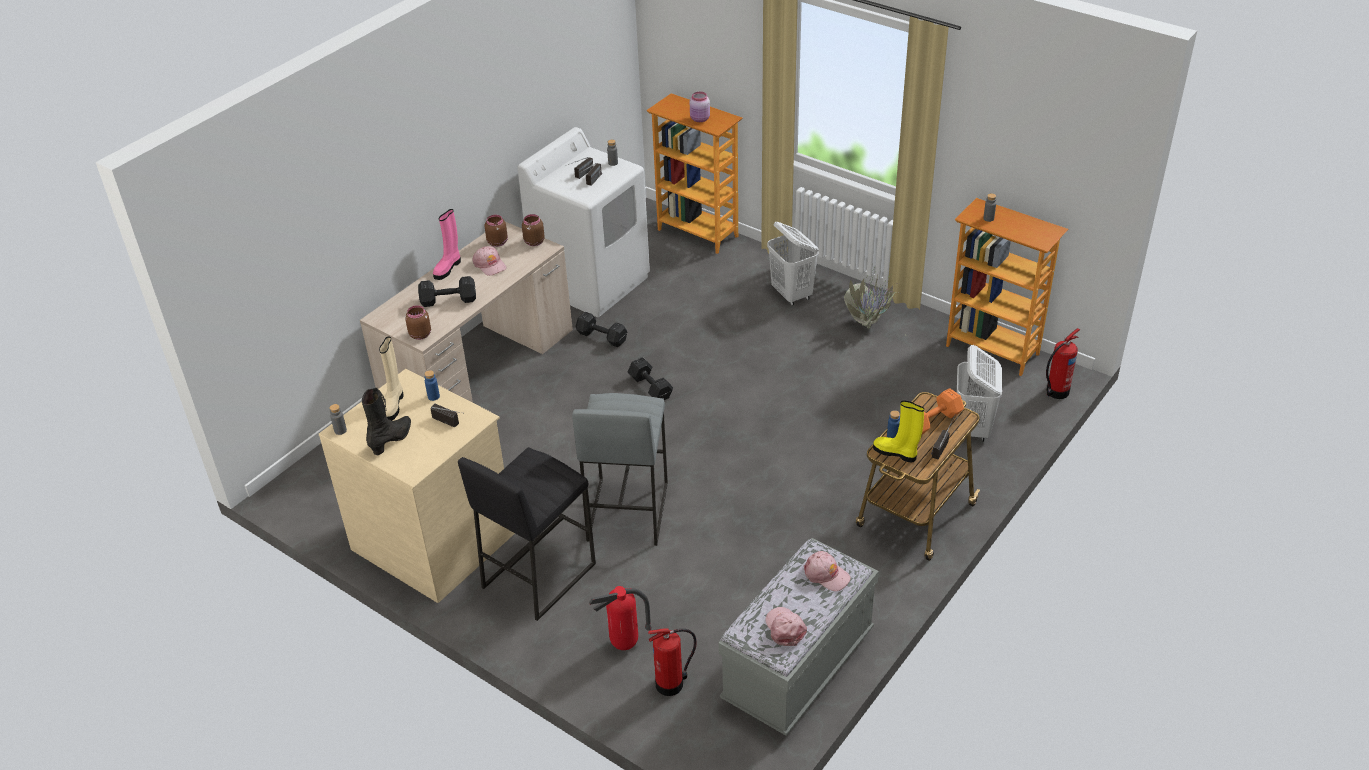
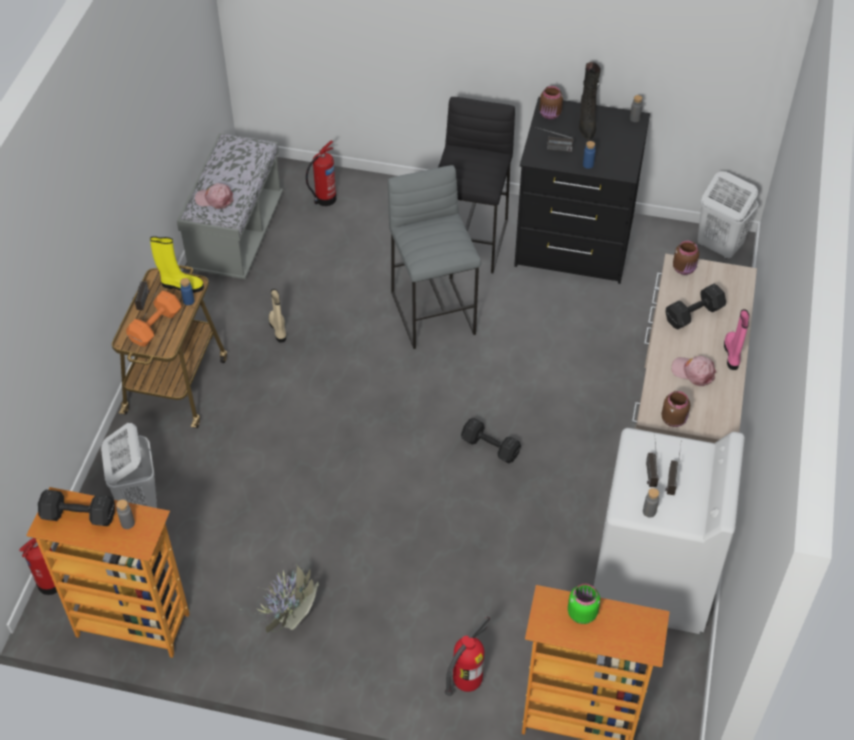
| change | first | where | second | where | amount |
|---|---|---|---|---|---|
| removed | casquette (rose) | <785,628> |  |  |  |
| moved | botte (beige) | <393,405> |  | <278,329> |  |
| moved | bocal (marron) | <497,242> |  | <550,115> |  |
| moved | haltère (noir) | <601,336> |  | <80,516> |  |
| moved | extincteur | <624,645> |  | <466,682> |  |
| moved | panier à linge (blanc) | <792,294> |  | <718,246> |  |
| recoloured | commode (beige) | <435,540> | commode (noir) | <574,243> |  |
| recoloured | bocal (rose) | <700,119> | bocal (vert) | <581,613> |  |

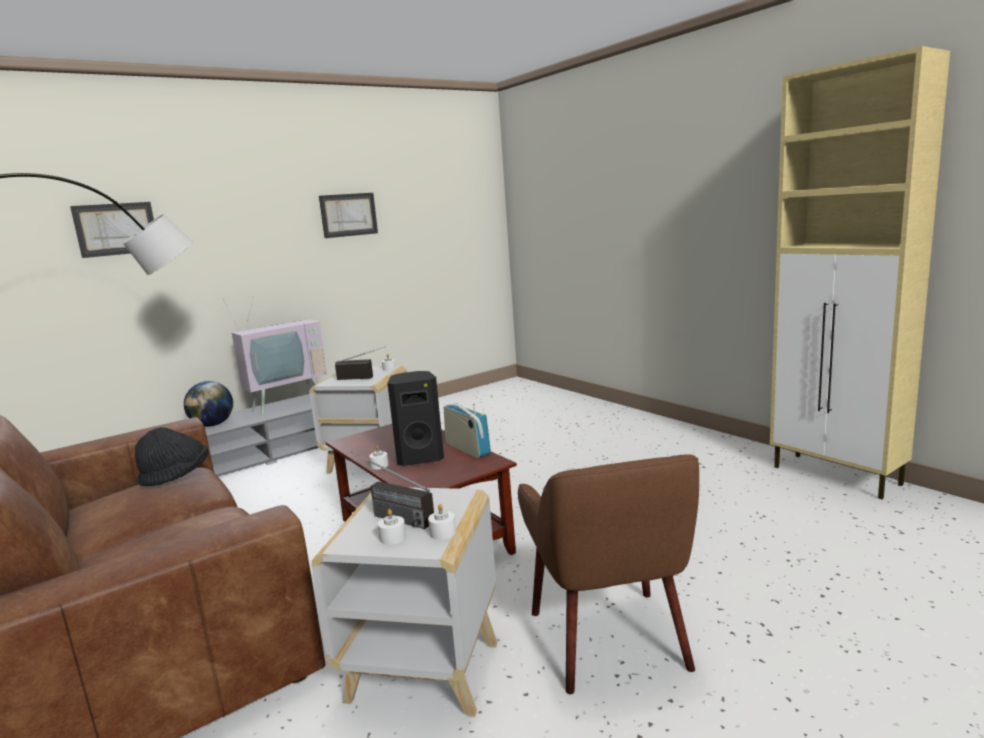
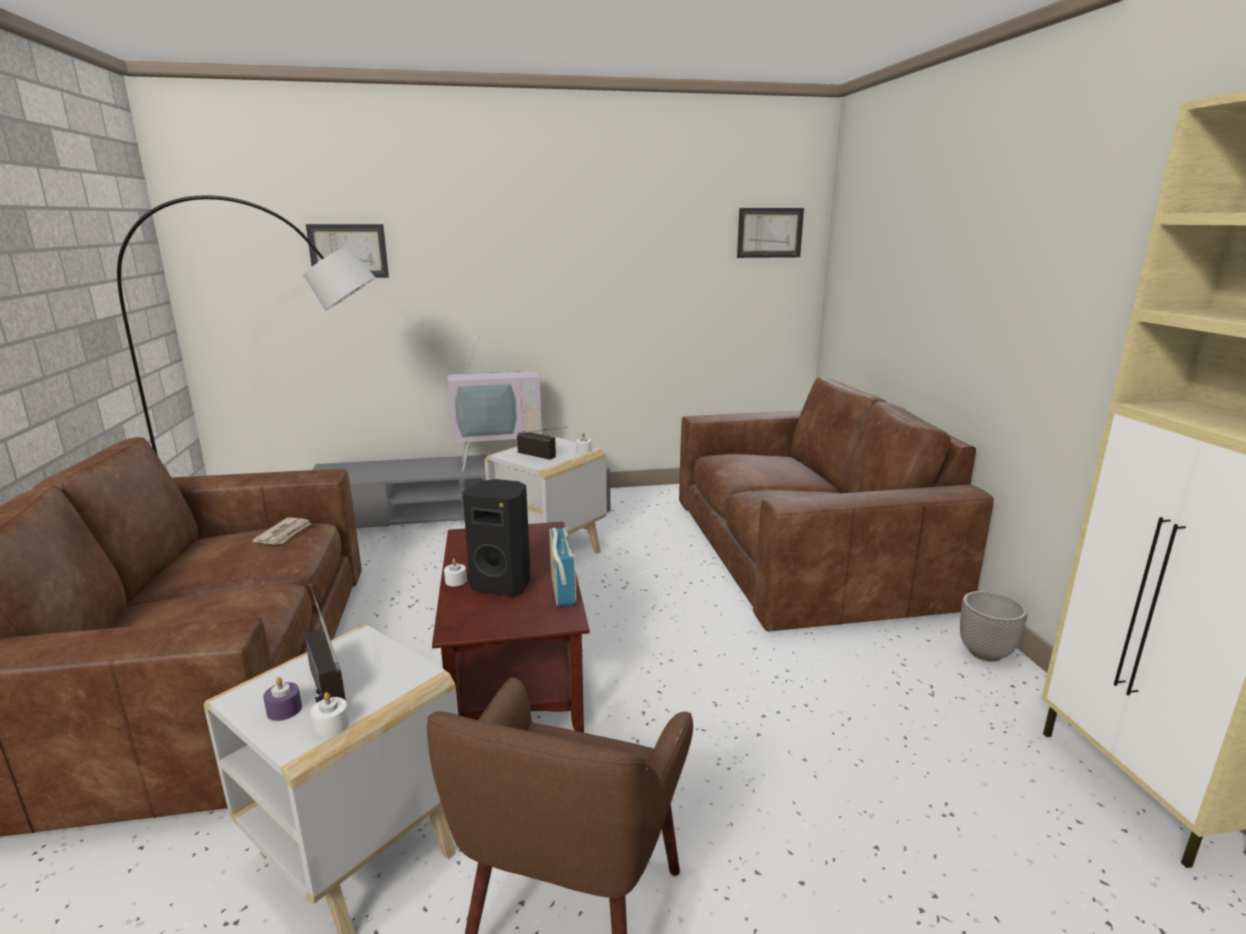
| change | first | where | second | where | amount |
|---|---|---|---|---|---|
| removed | globe | <213,425> |  |  |  |
| added |  |  | canapé (marron) | <803,553> |  |
| added |  |  | cache-pot | <985,653> |  |
| moved | tableau | <348,215> |  | <769,233> |  |
| replaced | chapeau (noir) | <177,477> | journal | <284,534> |  |
| recoloured | bougie (blanc) | <392,537> | bougie (violet) | <284,710> |  |

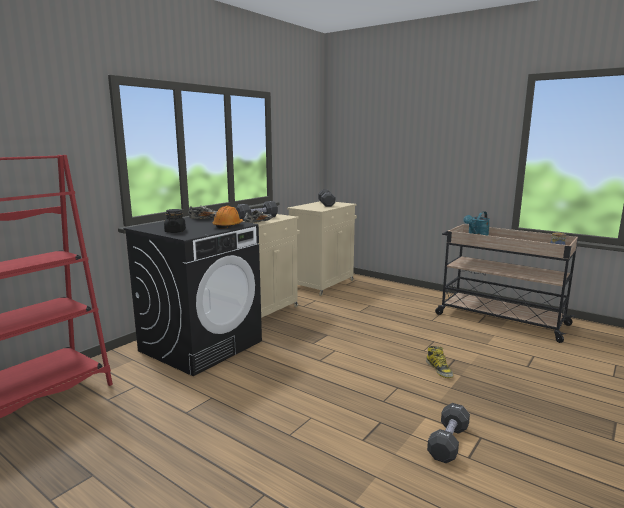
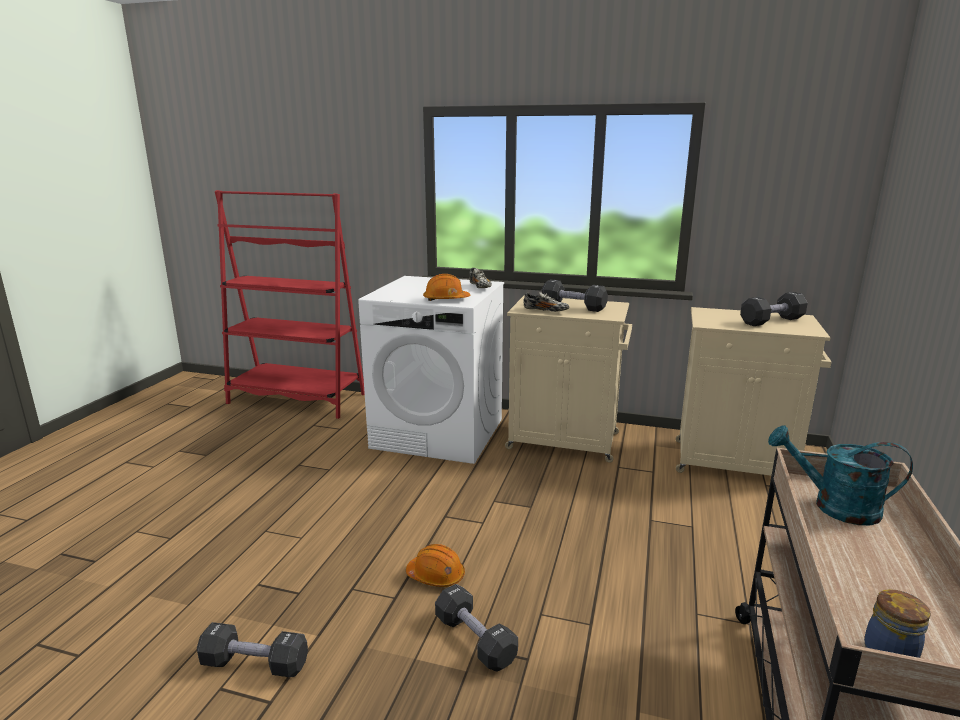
| change | first | where | second | where | amount |
|---|---|---|---|---|---|
| removed | bocal (noir) | <175,231> |  |  |  |
| added |  |  | casque de chantier (orange) | <436,576> |  |
| replaced | botte | <439,369> | haltère (noir) | <475,640> |  |
| recoloured | lave-linge (noir) | <201,345> | lave-linge (blanc) | <439,433> |  |

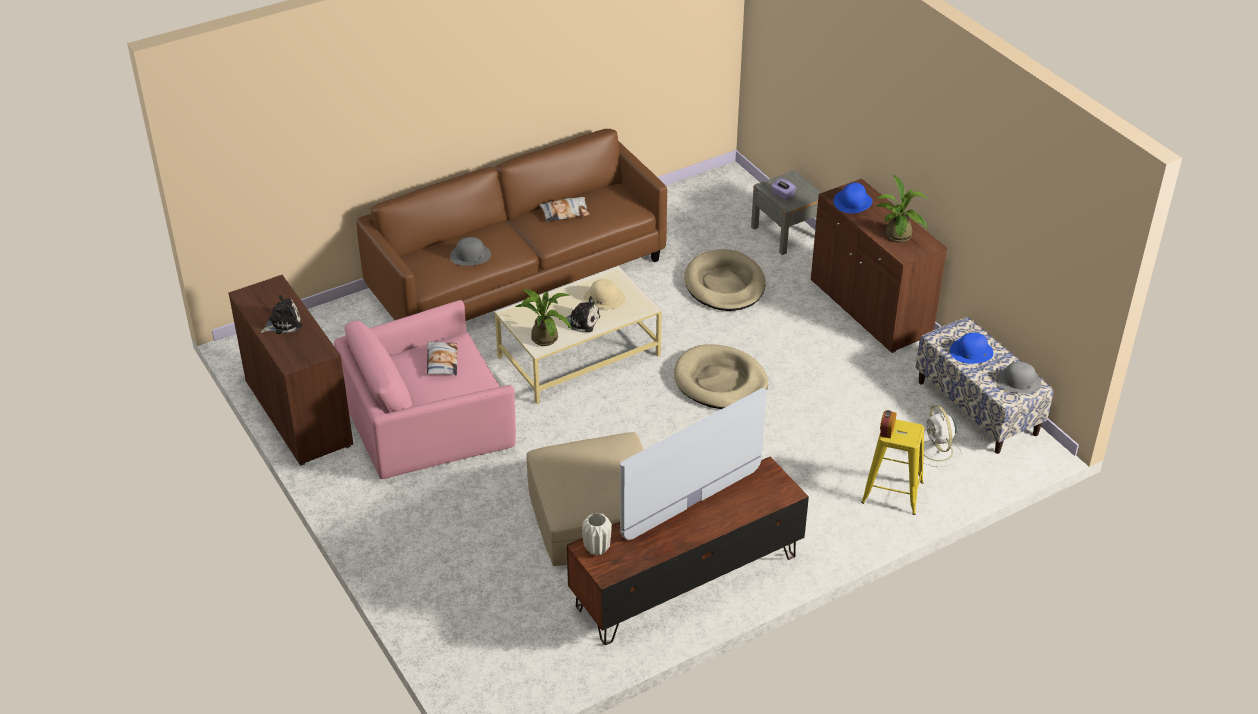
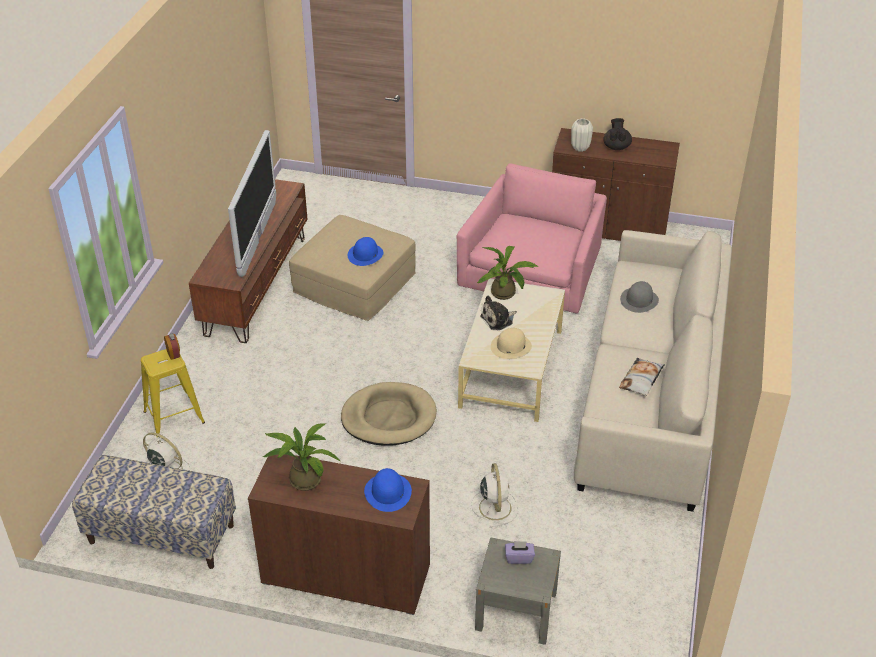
| change | first | where | second | where | amount |
|---|---|---|---|---|---|
| removed | coussin | <441,362> |  |  |  |
| removed | chapeau (gris) | <1018,381> |  |  |  |
| moved | vase (blanc) | <597,548> |  | <580,148> |  |
| moved | chapeau (bleu) | <971,352> |  | <365,254> |  |
| replaced | peluche | <283,323> | théière (noir) | <616,147> |  |
| replaced | panier pour chien (beige) | <724,284> | ventilateur (blanc) | <494,506> |  |
| recoloured | canapé (marron) | <517,275> | canapé (blanc) | <651,397> |  |

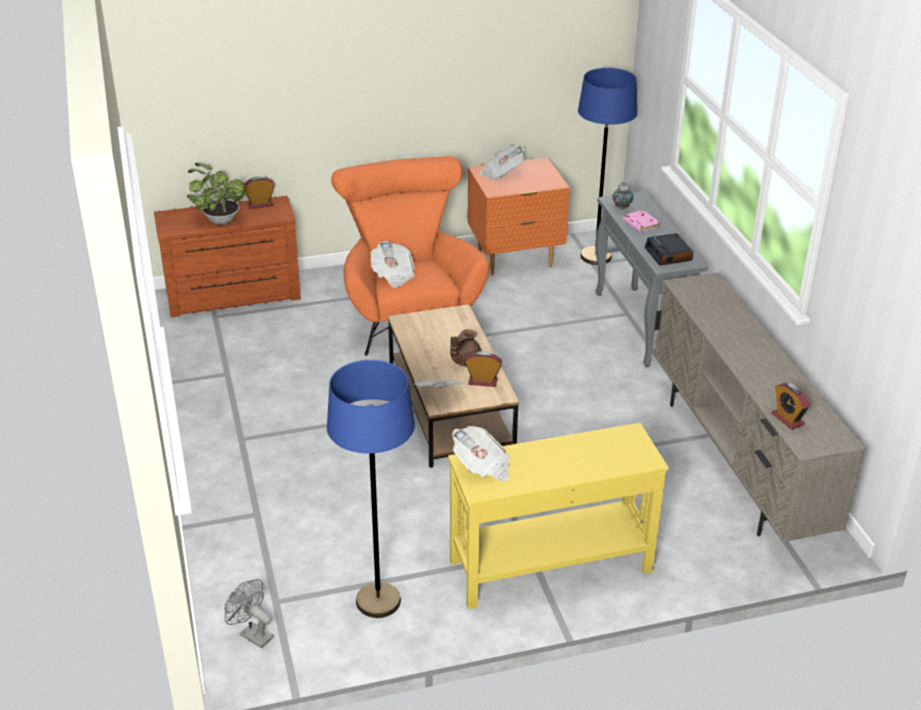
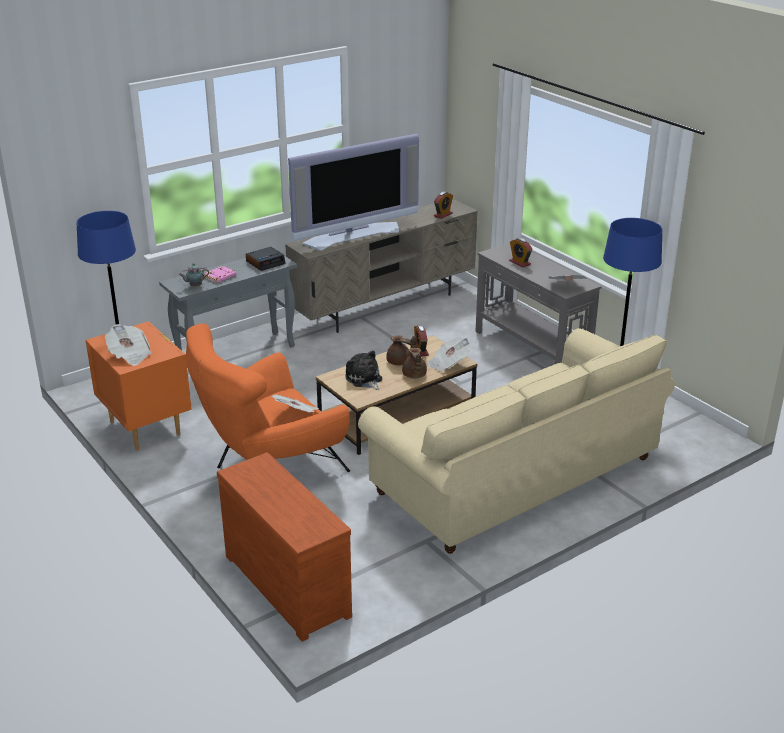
| change | first | where | second | where | amount |
|---|---|---|---|---|---|
| removed | plante en pot | <219,219> |  |  |  |
| removed | ventilateur (gris) | <252,634> |  |  |  |
| added |  |  | téléviseur | <353,235> |  |
| added |  |  | peluche | <364,379> |  |
| added |  |  | canapé (beige) | <514,477> |  |
| added |  |  | théière (marron) | <414,375> |  |
| moved | réveil | <260,204> |  | <519,263> |  |
| recoloured | table console (jaune) | <549,566> | table console (gris) | <531,349> |  |

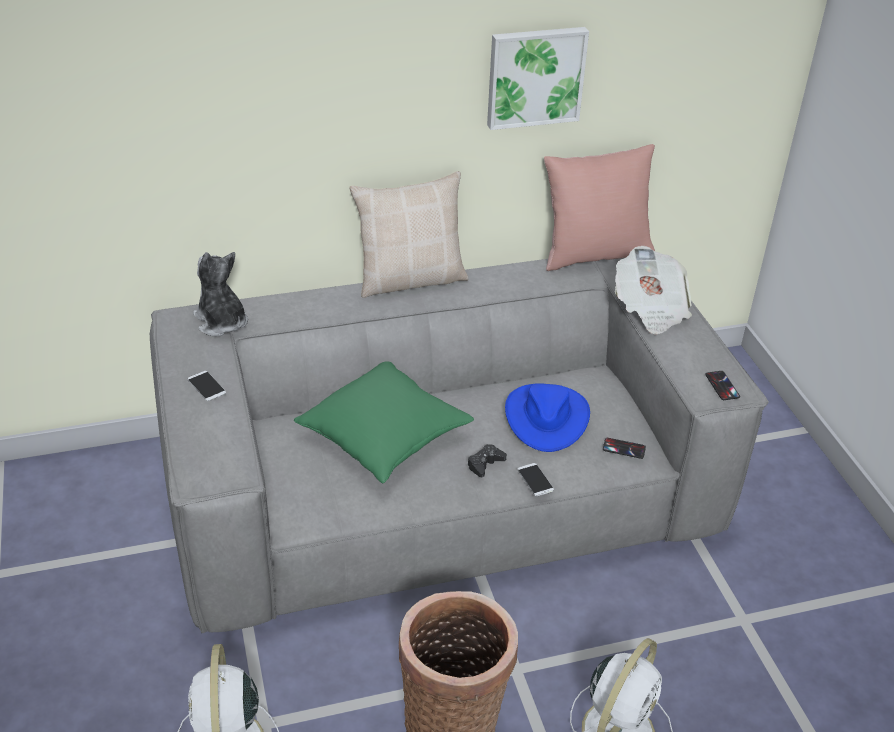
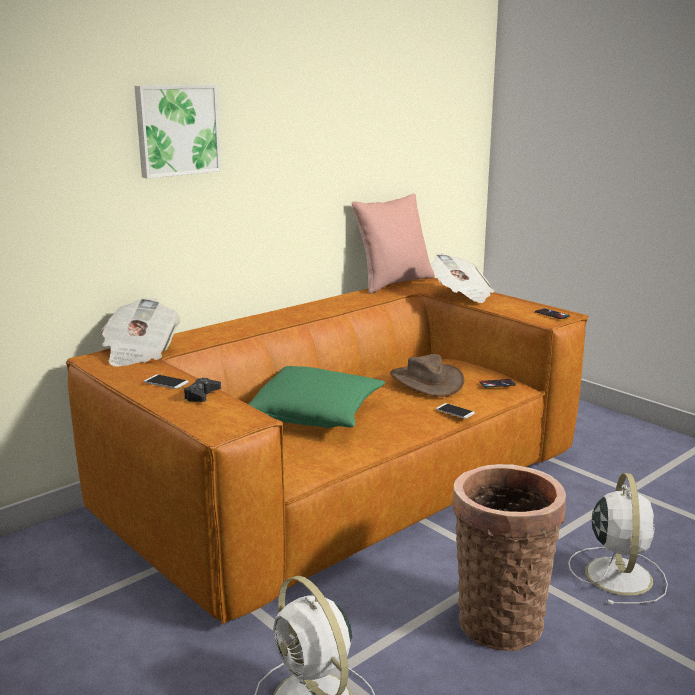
| change | first | where | second | where | amount |
|---|---|---|---|---|---|
| removed | coussin (beige) | <410,279> |  |  |  |
| moved | manette (noir) | <485,464> |  | <202,395> |  |
| moved | tableau | <535,76> |  | <177,130> |  |
| replaced | peluche | <221,322> | journal | <139,353> |  |
| recoloured | canapé (gris) | <443,490> | canapé (marron) | <347,482> |  |
| recoloured | chapeau (bleu) | <546,417> | chapeau (marron) | <426,381> |  |

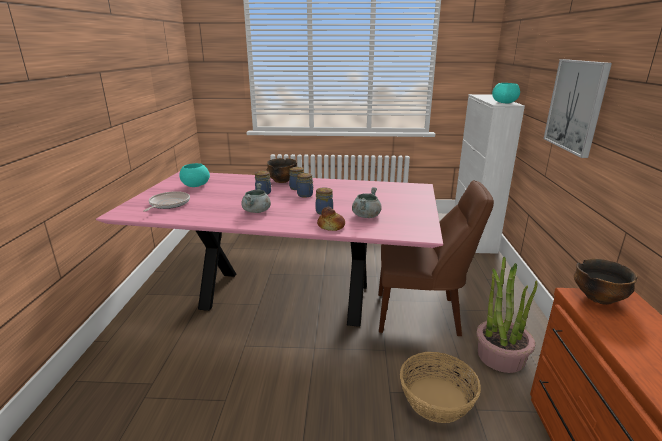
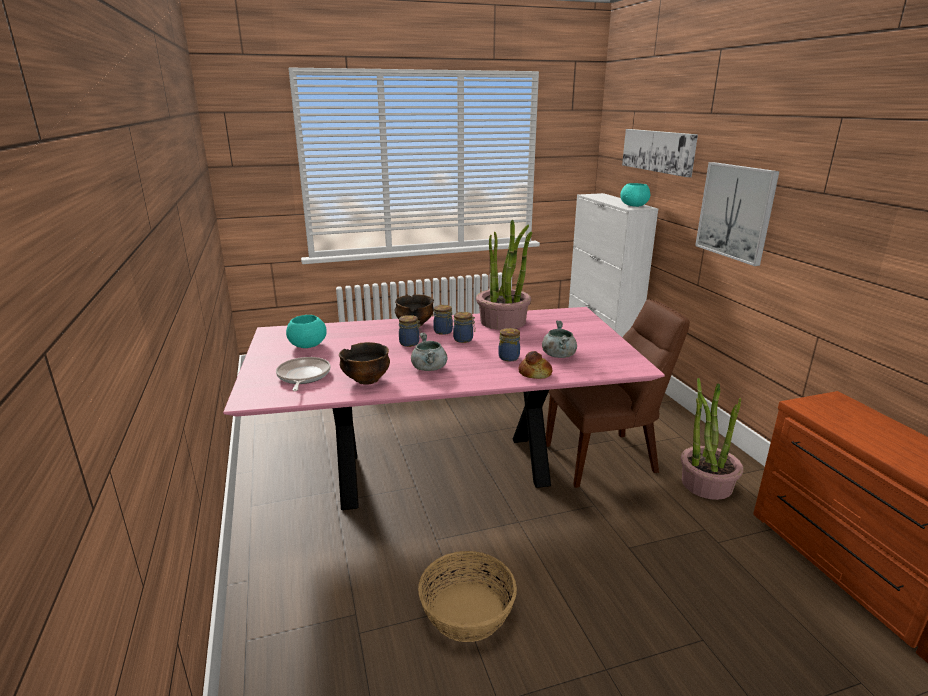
| change | first | where | second | where | amount |
|---|---|---|---|---|---|
| added |  |  | plante en pot | <503,321> |  |
| added |  |  | tableau | <658,151> |  |
| moved | panier | <436,399> |  | <467,611> |  |
| moved | bol | <598,298> |  | <366,380> |  |

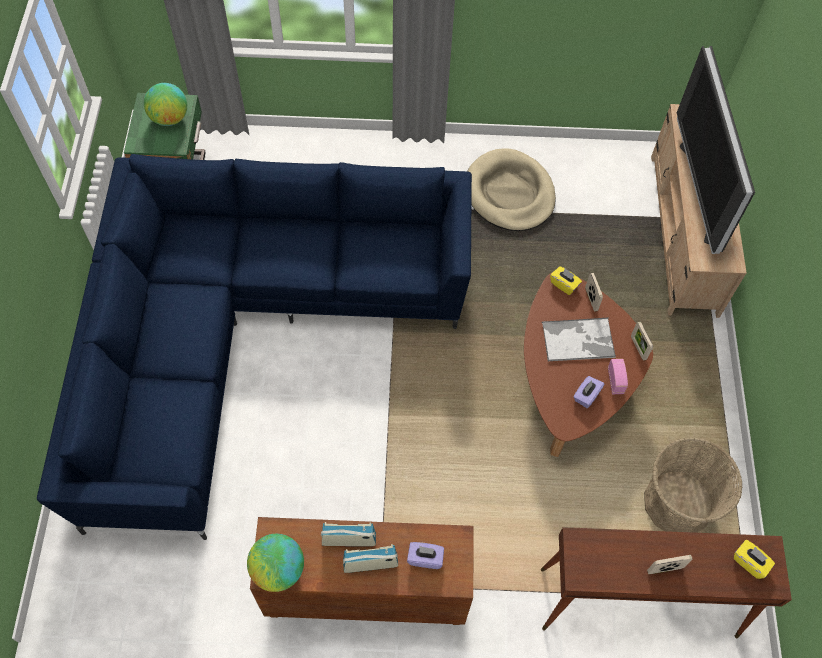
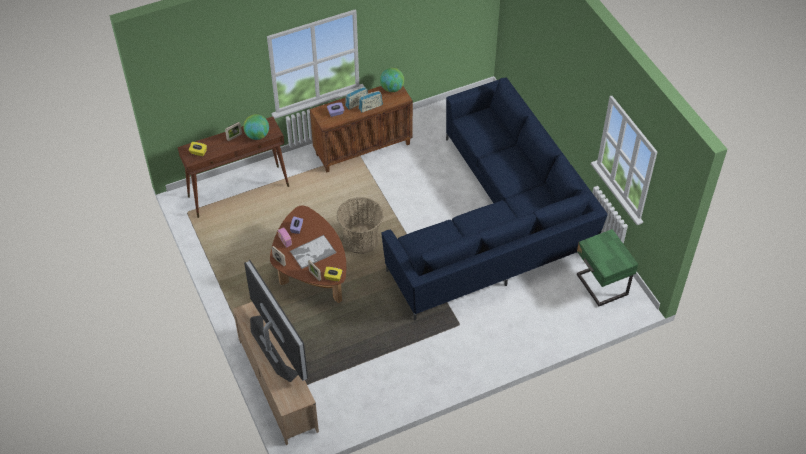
| change | first | where | second | where | amount |
|---|---|---|---|---|---|
| removed | panier pour chien (beige) | <509,193> |  |  |  |
| moved | globe | <169,118> |  | <257,135> |  |
| moved | panier | <677,503> |  | <361,239> |  |

